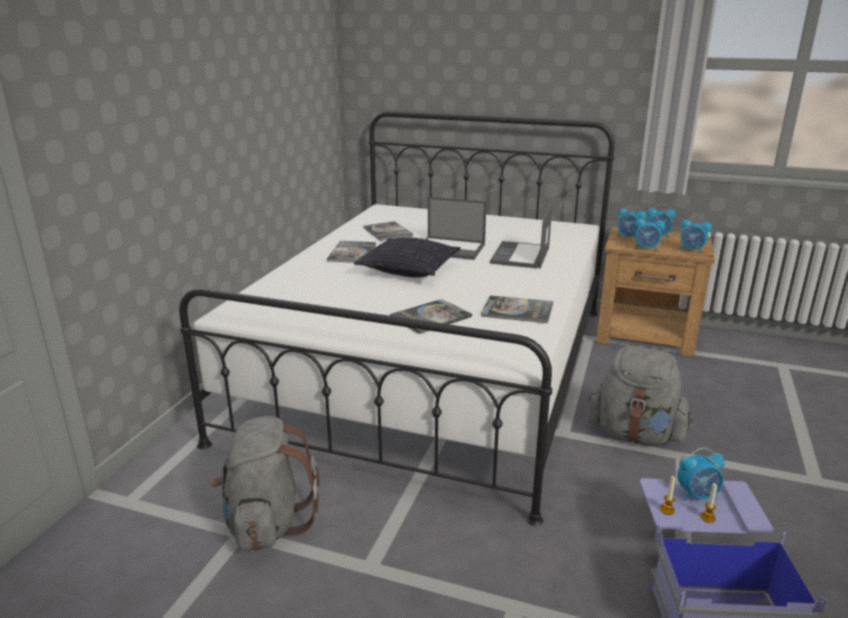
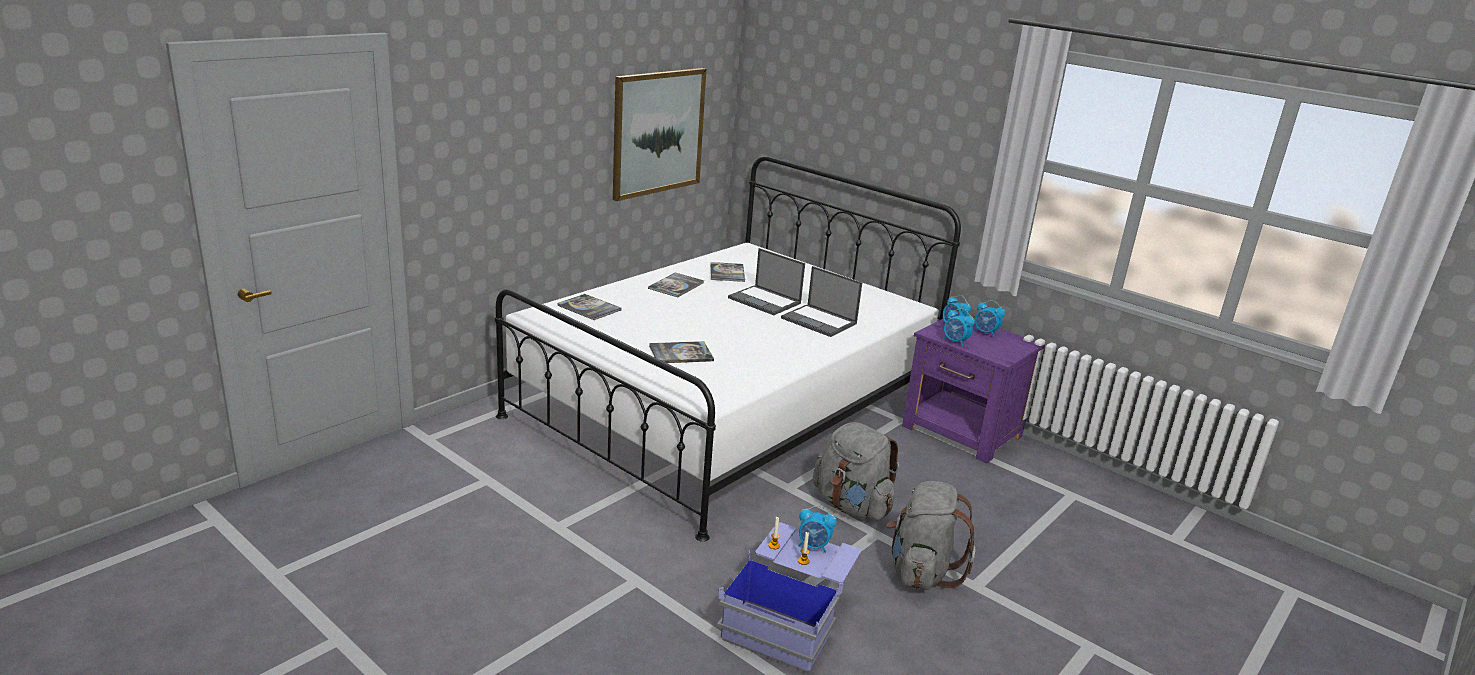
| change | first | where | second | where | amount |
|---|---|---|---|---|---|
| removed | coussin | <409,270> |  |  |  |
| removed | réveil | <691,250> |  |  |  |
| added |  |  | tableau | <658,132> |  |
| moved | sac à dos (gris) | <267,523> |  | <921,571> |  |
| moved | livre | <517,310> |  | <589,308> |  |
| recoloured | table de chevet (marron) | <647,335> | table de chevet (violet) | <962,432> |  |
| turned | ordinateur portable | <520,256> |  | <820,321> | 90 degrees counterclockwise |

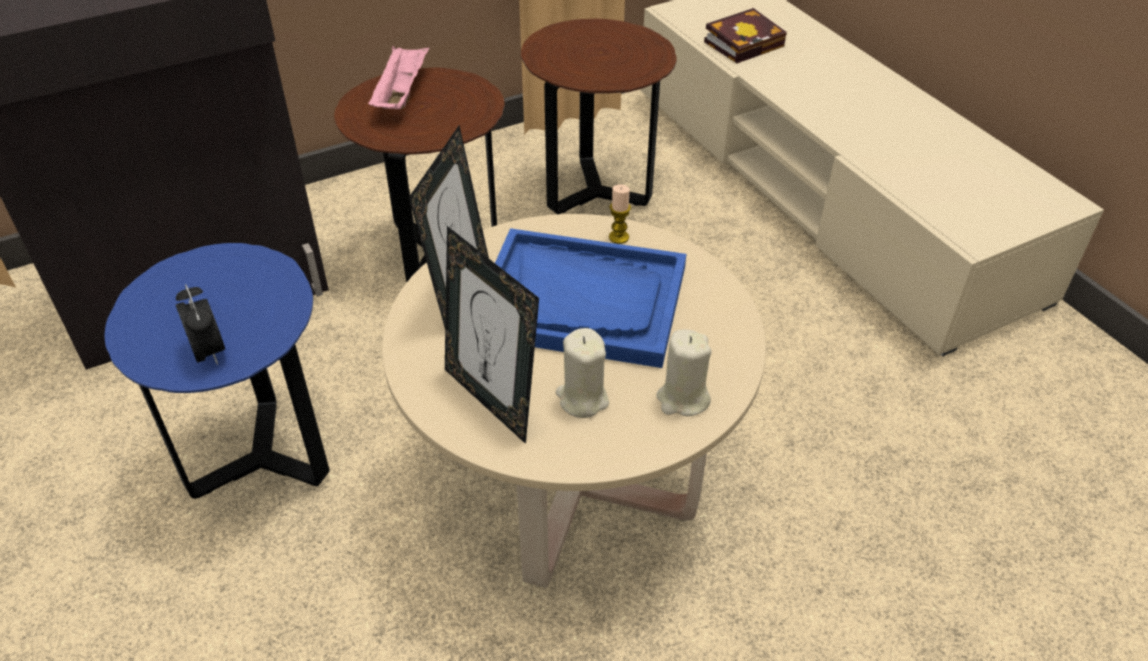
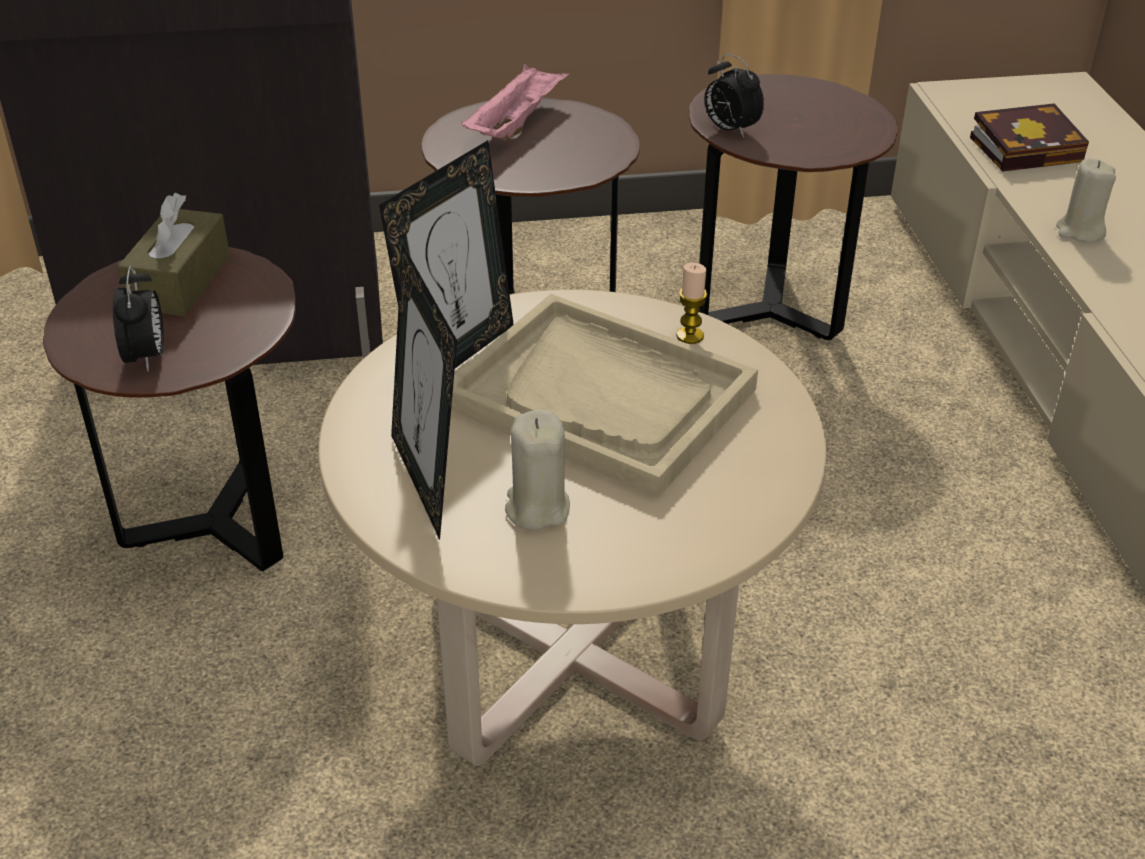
| change | first | where | second | where | amount |
|---|---|---|---|---|---|
| added |  |  | boîte à mouchoirs (marron) | <180,282> |  |
| added |  |  | réveil | <729,130> |  |
| moved | bougie (beige) | <682,399> |  | <1080,231> |  |
| recoloured | table d'appoint (bleu) | <262,459> | table d'appoint (marron) | <216,525> |  |
| recoloured | plateau (bleu) | <582,300> | plateau (beige) | <601,398> |  |

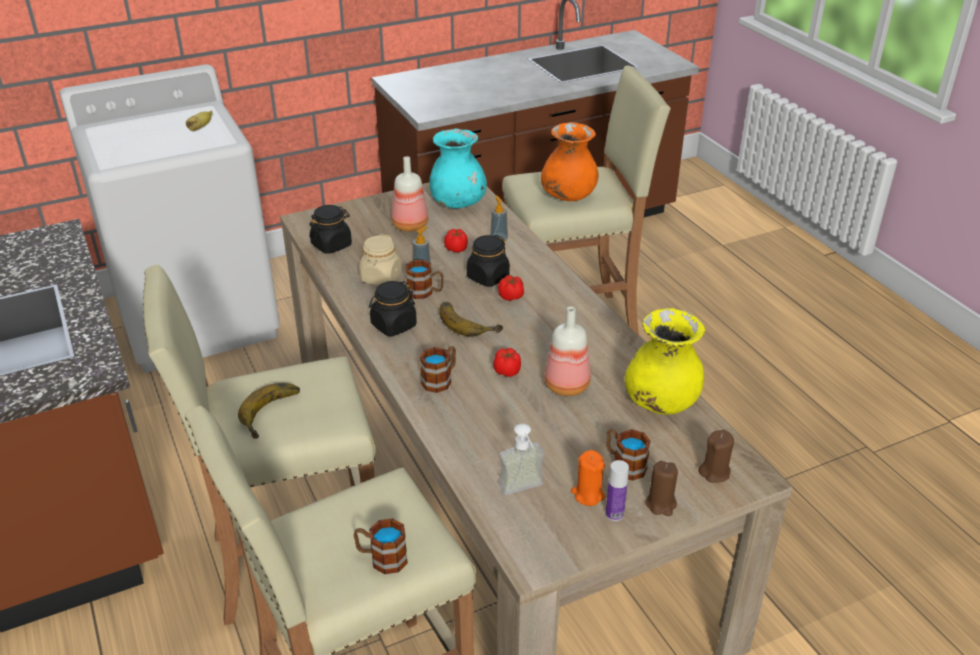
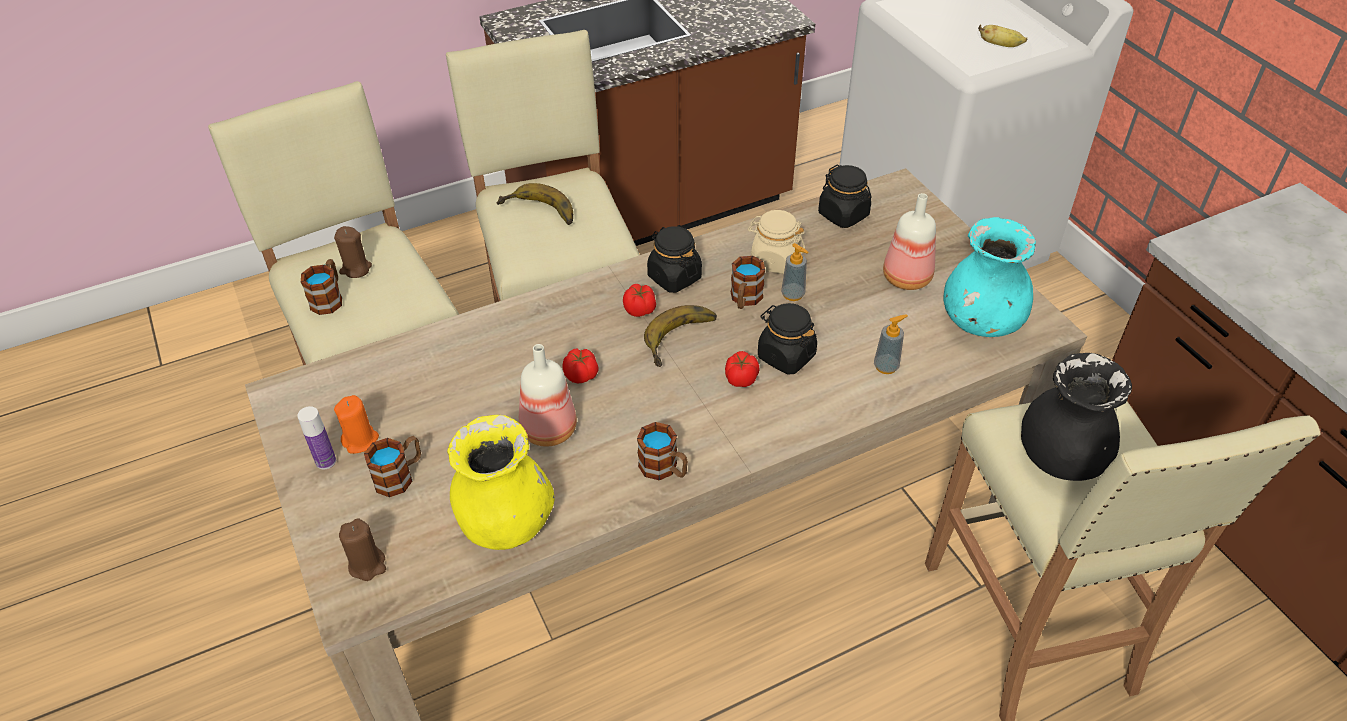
| change | first | where | second | where | amount |
|---|---|---|---|---|---|
| removed | distributeur de savon | <524,491> |  |  |  |
| moved | mug | <440,379> |  | <664,469> |  |
| moved | tomate | <456,249> |  | <640,310> |  |
| moved | bougie (marron) | <661,504> |  | <355,269> |  |
| recoloured | vase (orange) | <568,196> | vase (noir) | <1060,458> |  |

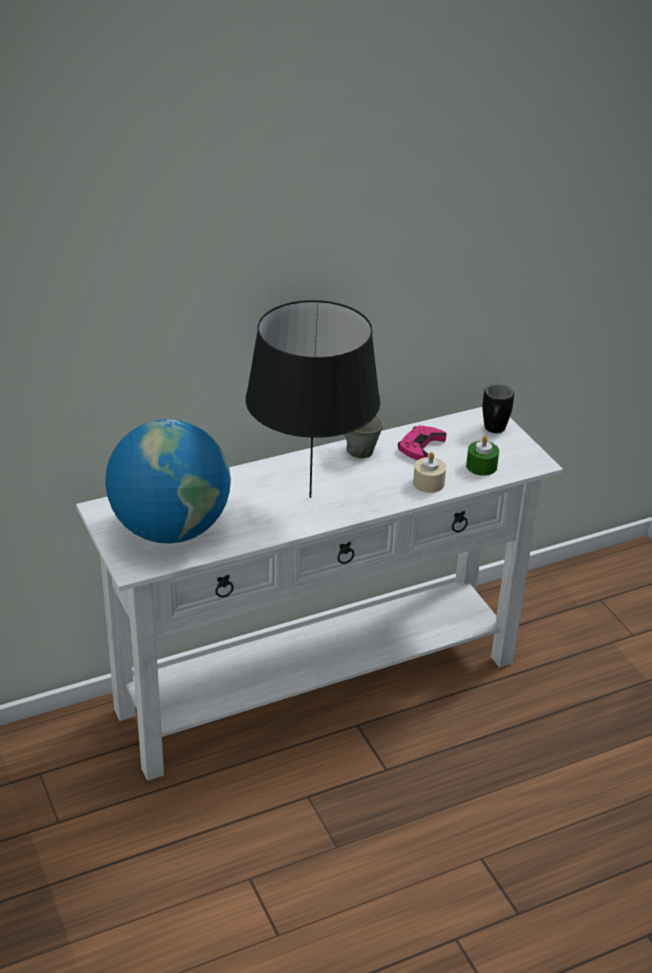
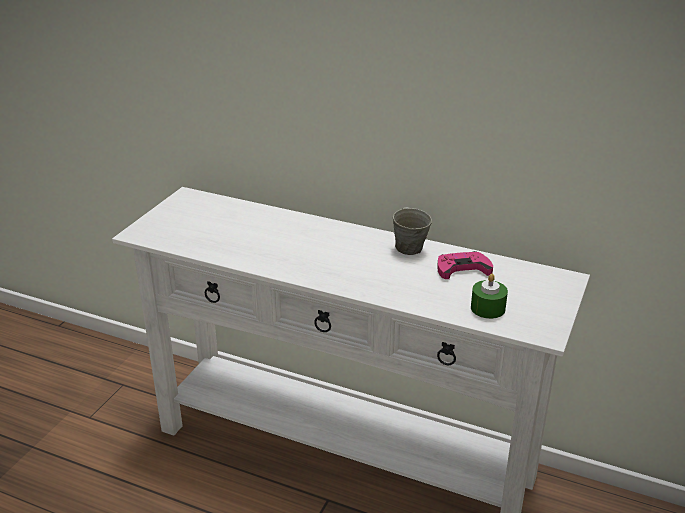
| change | first | where | second | where | amount |
|---|---|---|---|---|---|
| removed | globe | <170,529> |  |  |  |
| removed | lampe de table (noir) | <310,497> |  |  |  |
| removed | bougie (beige) | <428,483> |  |  |  |
| removed | mug (noir) | <494,431> |  |  |  |

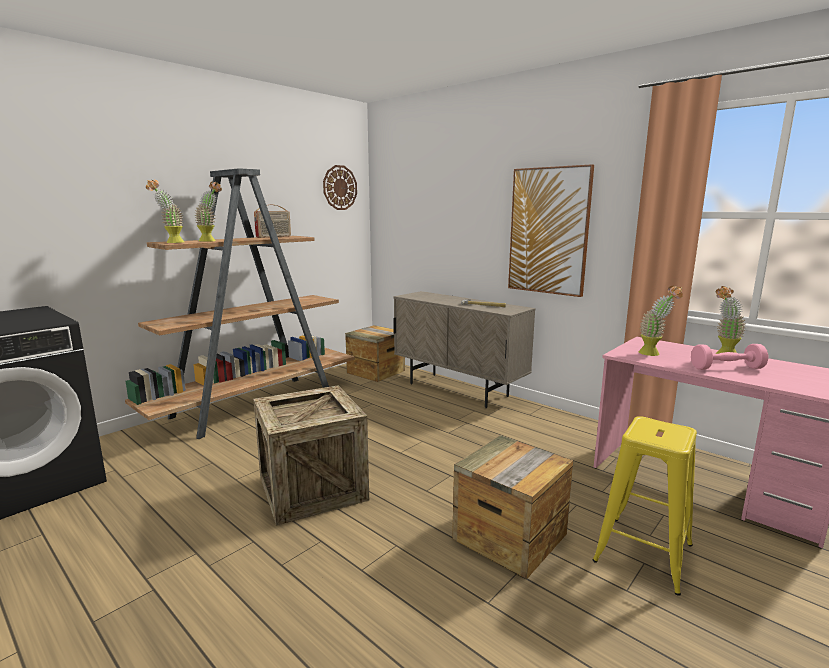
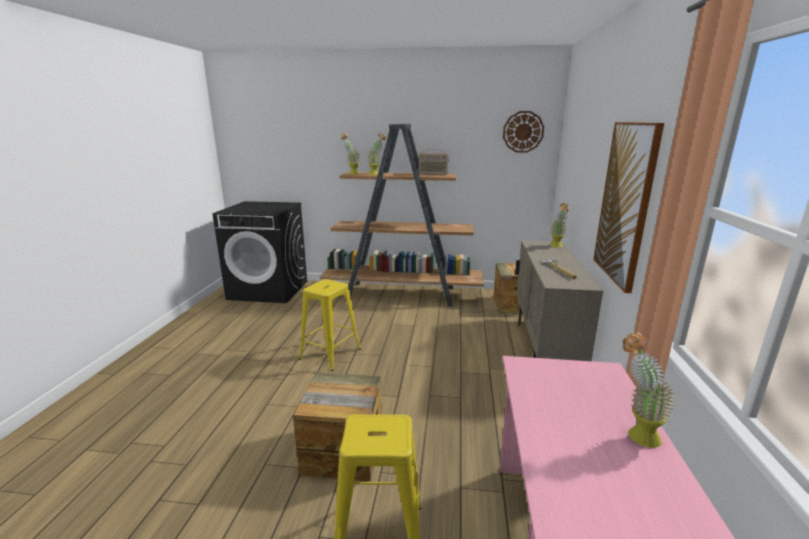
| change | first | where | second | where | amount |
|---|---|---|---|---|---|
| removed | haltère (rose) | <726,368> |  |  |  |
| moved | plante en pot | <654,354> |  | <557,246> |  |
| replaced | caisse | <312,488> | tabouret (jaune) | <330,354> |  |

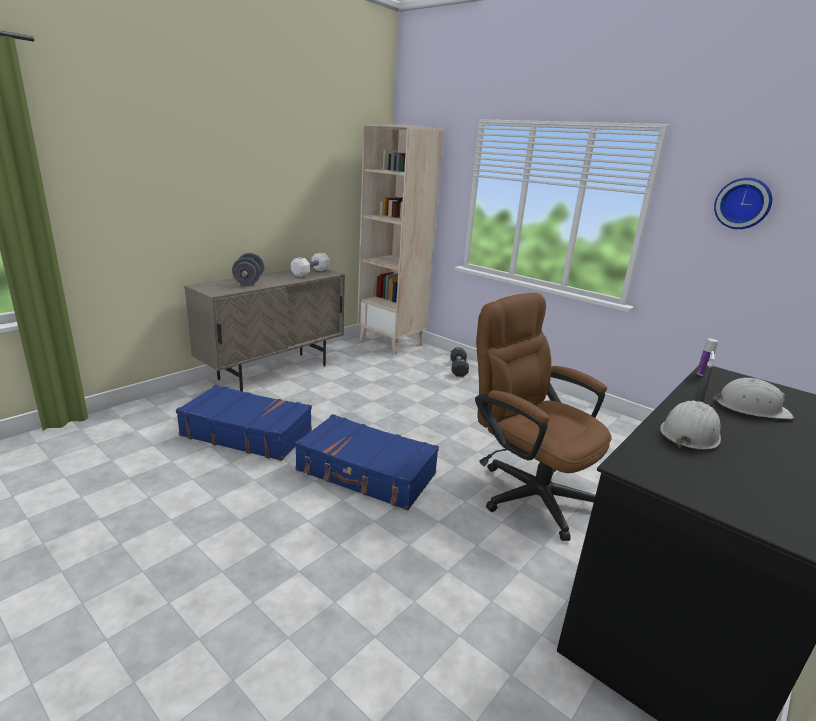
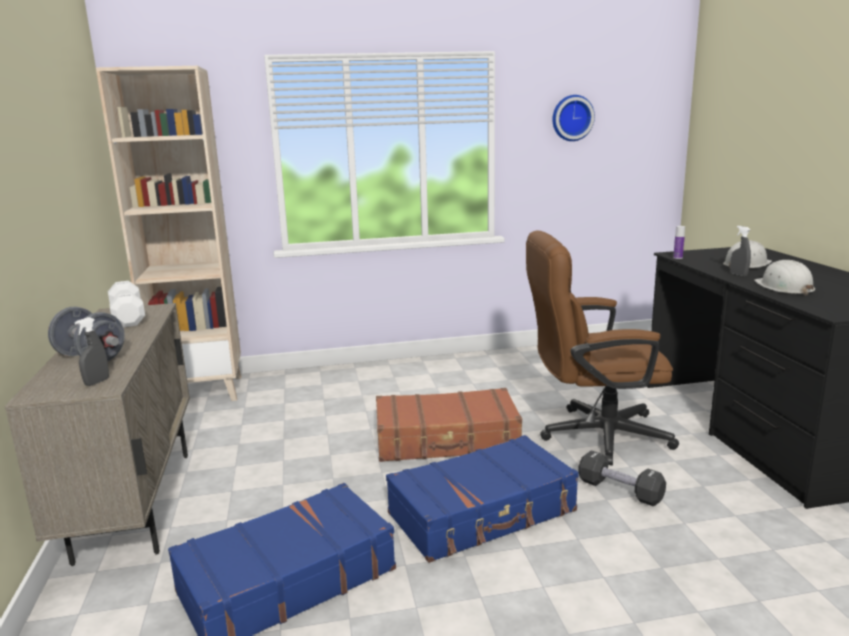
| change | first | where | second | where | amount |
|---|---|---|---|---|---|
| added |  |  | vaporisateur (gris) | <97,382> |  |
| added |  |  | valise (marron) | <447,440> |  |
| moved | haltère (noir) | <458,369> |  | <620,491> |  |

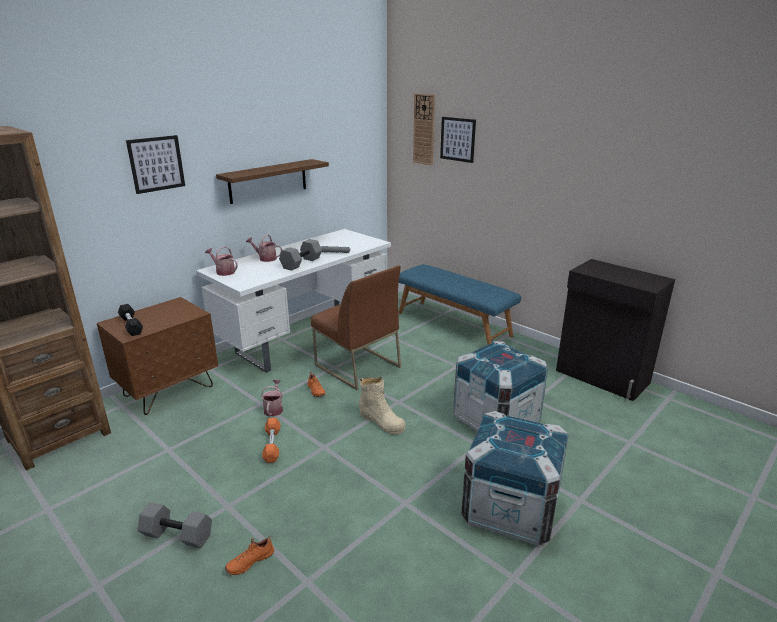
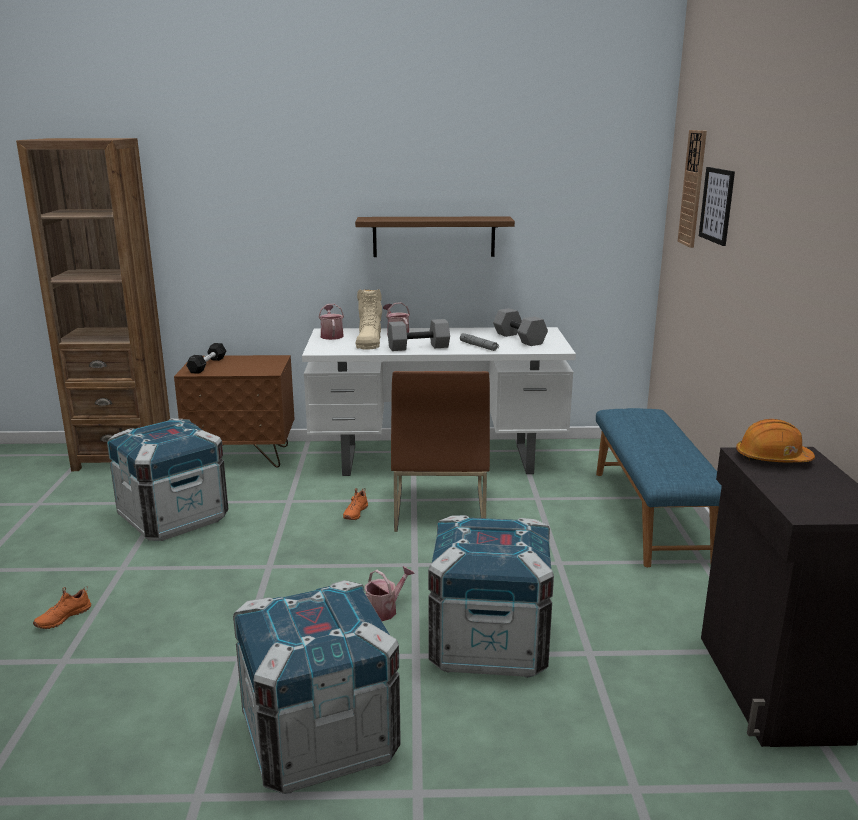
| change | first | where | second | where | amount |
|---|---|---|---|---|---|
| removed | tableau | <156,164> |  |  |  |
| removed | haltère (orange) | <272,445> |  |  |  |
| added |  |  | caisse | <174,518> |  |
| added |  |  | casque de chantier (orange) | <772,459> |  |
| moved | haltère (gris) | <176,536> |  | <518,339> |  |
| moved | arrosoir | <274,408> |  | <384,610> |  |
| moved | botte (beige) | <381,421> |  | <369,341> |  |
| turned | chaussure (orange) | <250,561> |  | <62,617> | 60 degrees counterclockwise |

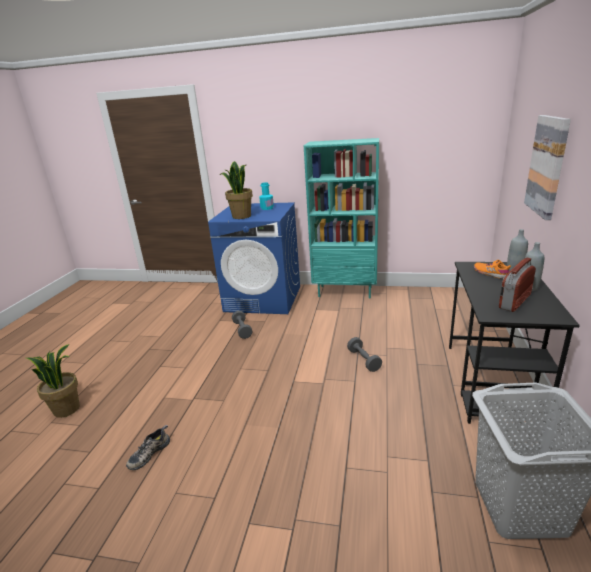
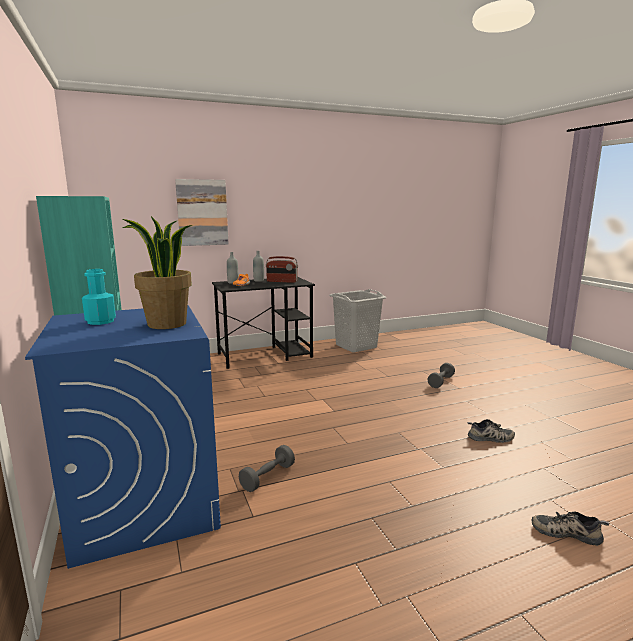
| change | first | where | second | where | amount |
|---|---|---|---|---|---|
| moved | haltère (gris) | <364,360> |  | <441,382> |  |
| replaced | plante en pot | <67,409> | chaussure | <566,532> |  |

